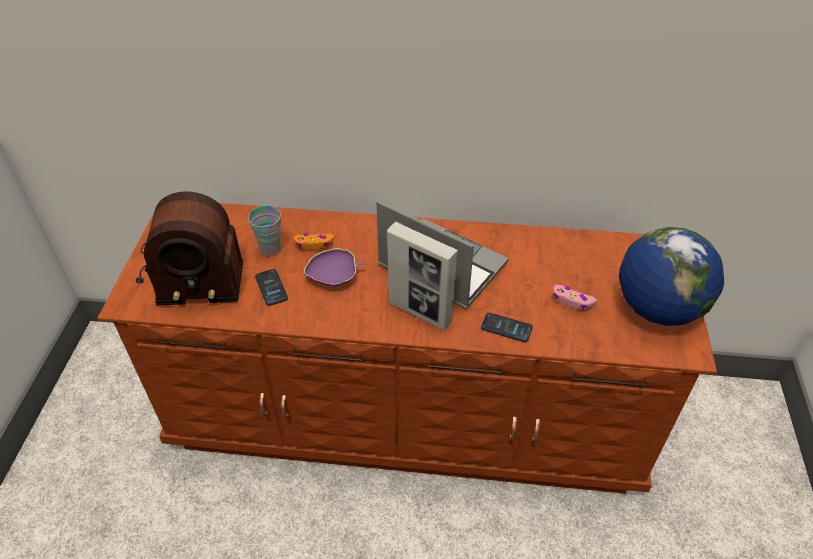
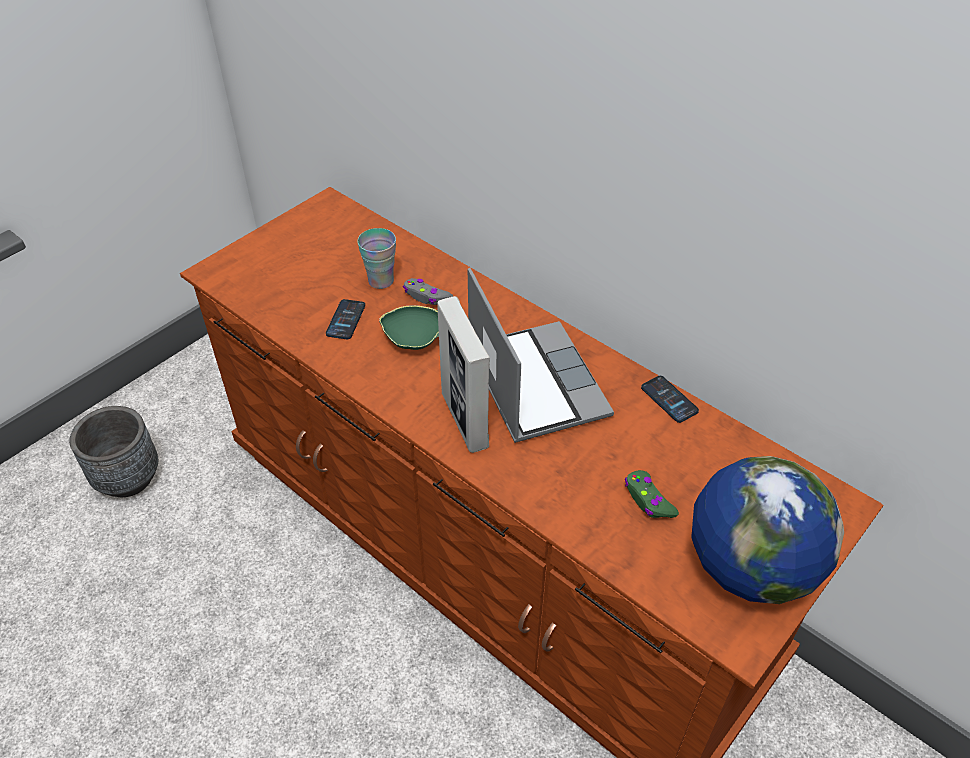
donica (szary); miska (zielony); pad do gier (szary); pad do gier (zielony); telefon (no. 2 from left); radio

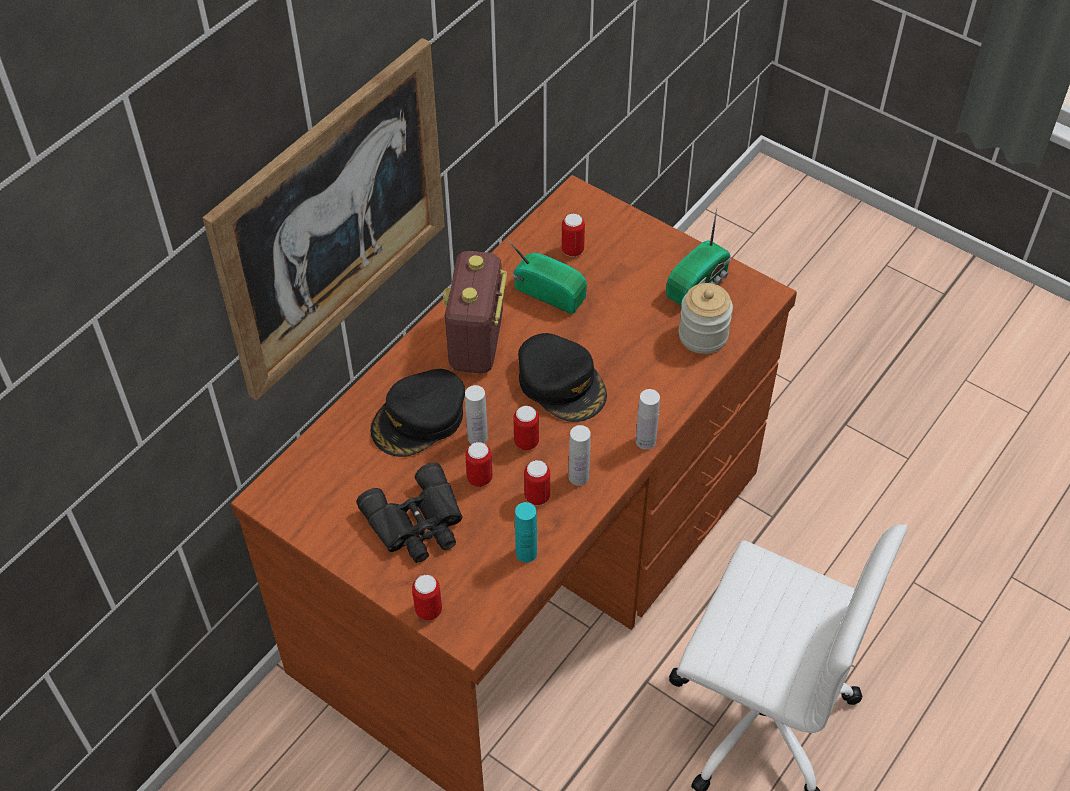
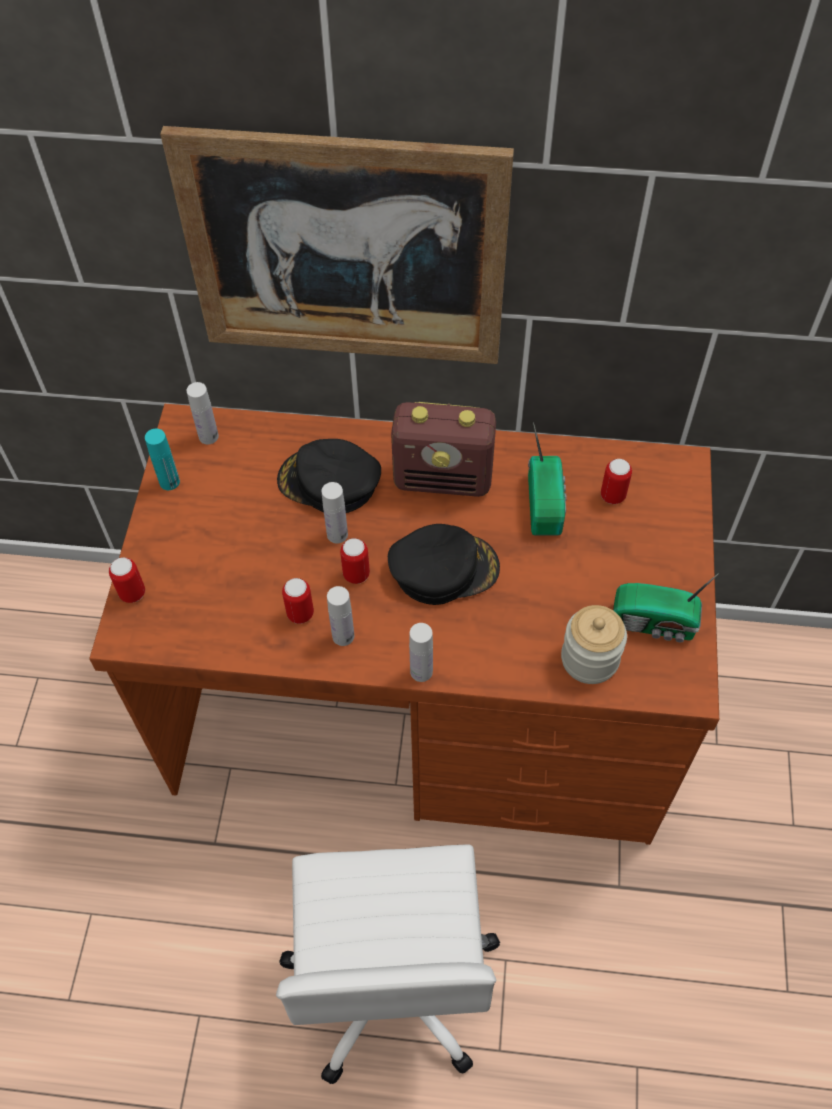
butelka (turkusowy); butelka (biały) (no. 1 from left); czapka z daszkiem (czarny) (no. 2 from left); radio (no. 1 from left); lornetka (czarny); puszka (no. 2 from left in the first image)

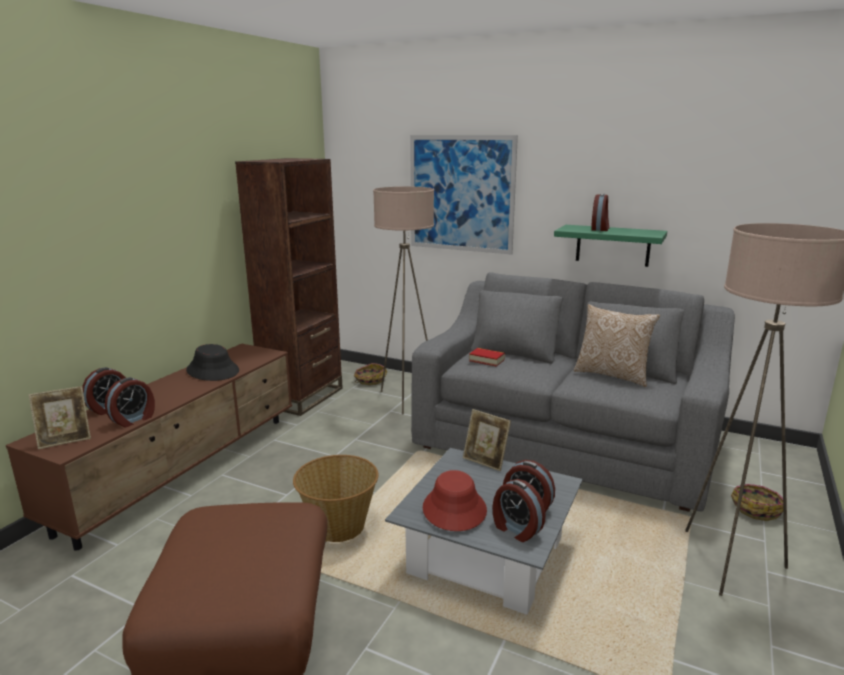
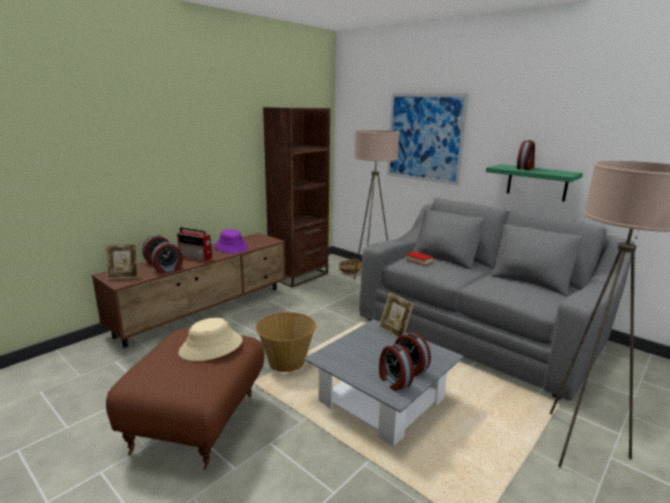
radio; kapelusz (beżowy); kapelusz (fioletowy); kapelusz (czerwony); poduszka; koszyk (no. 3 from left in the first image)

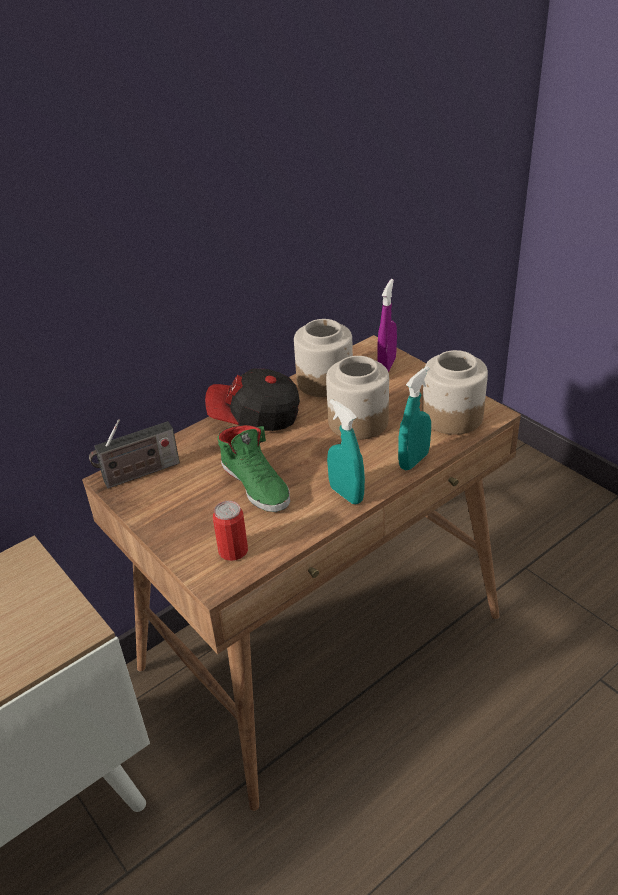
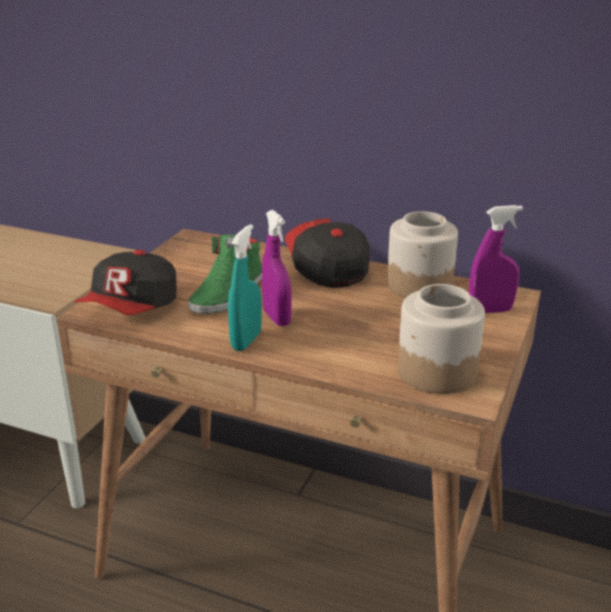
czapka z daszkiem (no. 1 from left); spryskiwacz (fioletowy) (no. 1 from left); radio; słoik (no. 2 from left in the first image); spryskiwacz (turkusowy) (no. 2 from left in the first image)

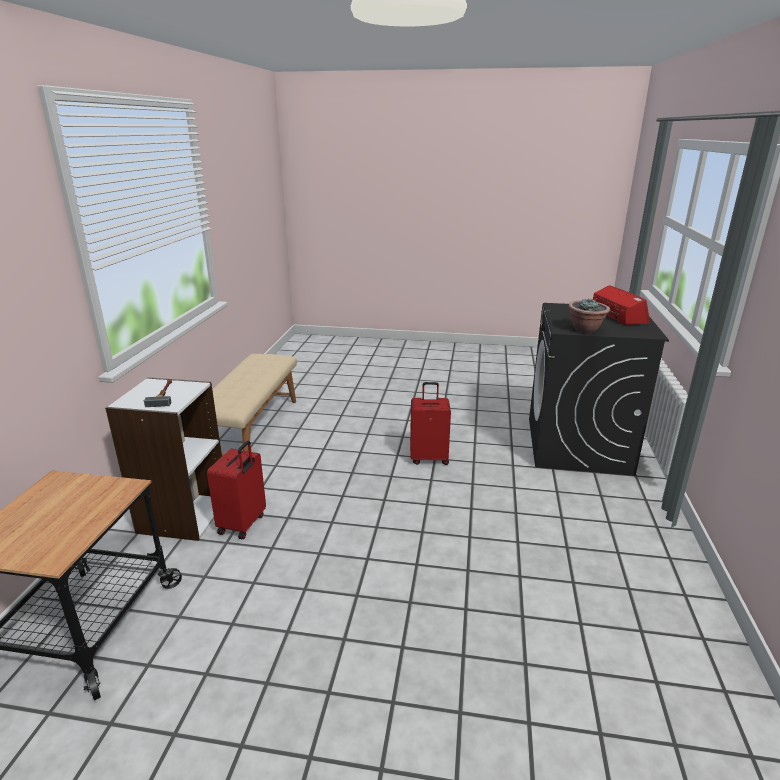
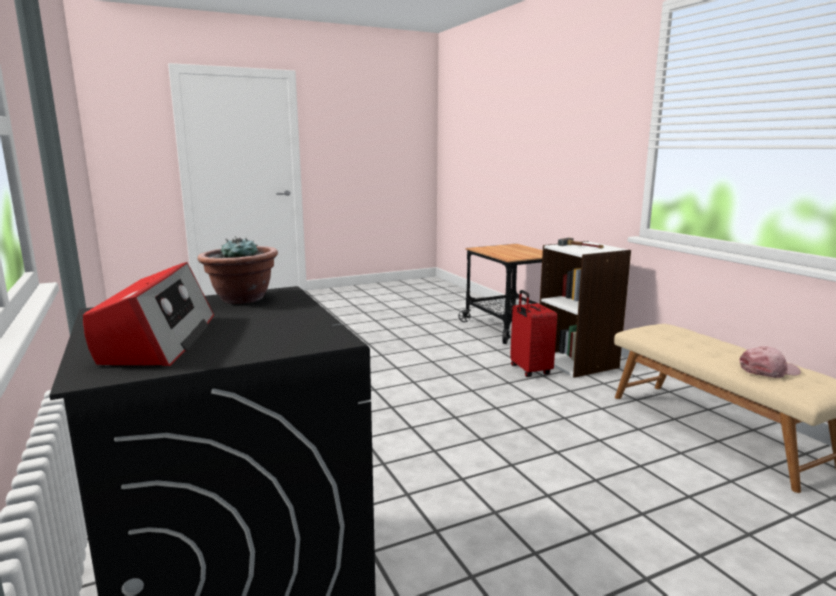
radio; czapka z daszkiem (różowy); walizka (czerwony) (no. 2 from left in the first image)

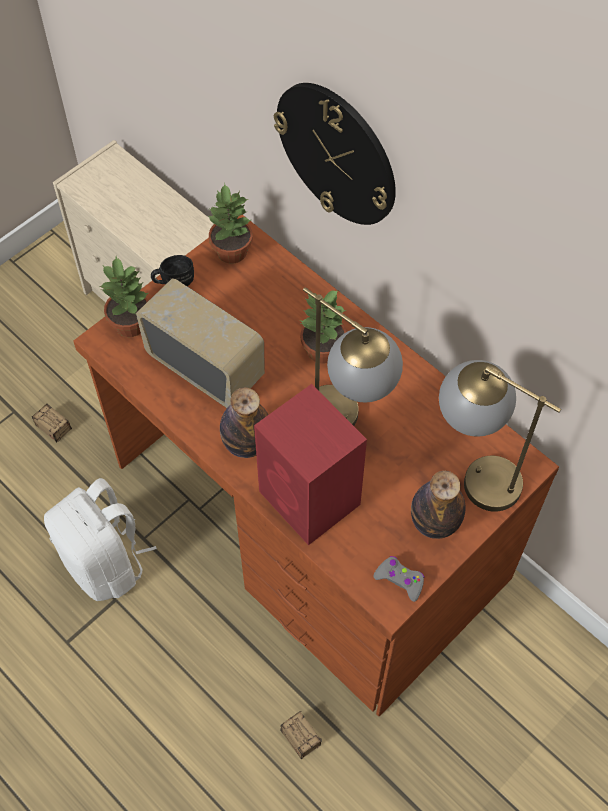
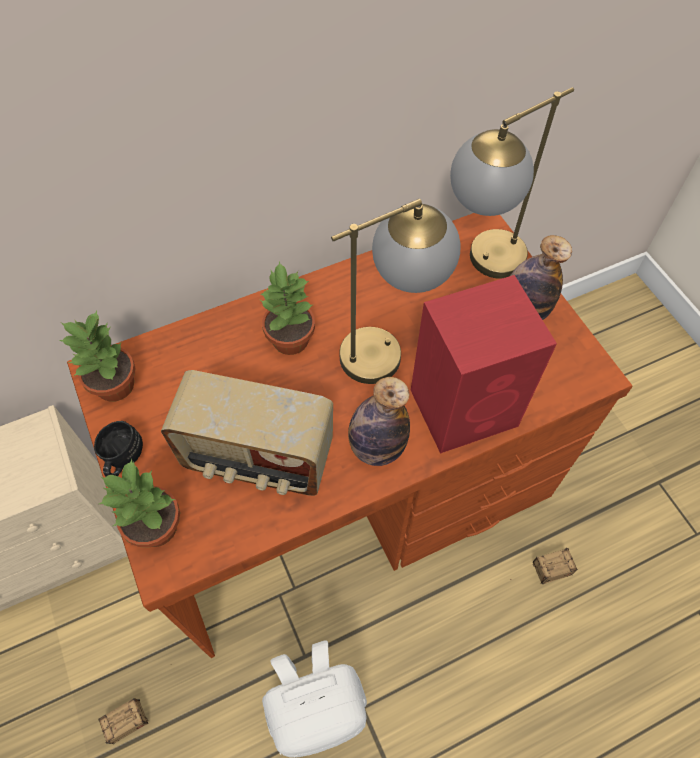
radio; zegar ścienny; pad do gier (szary)

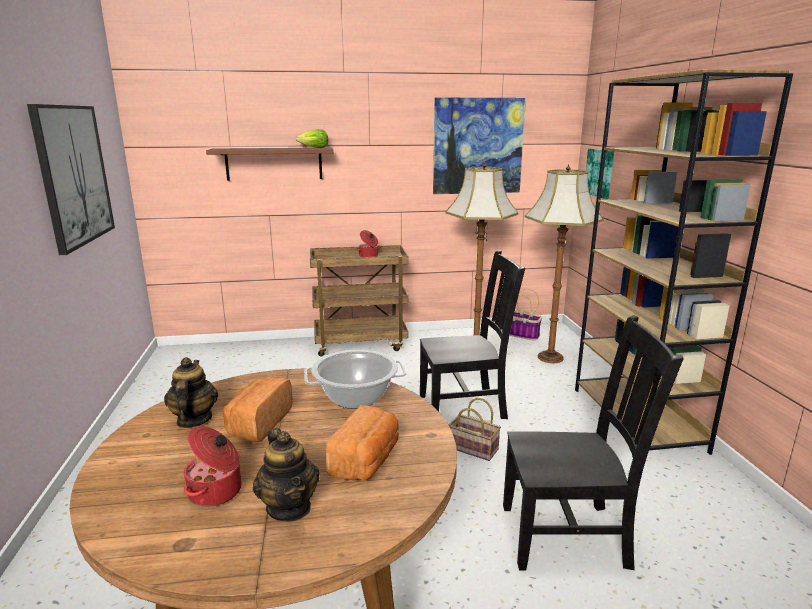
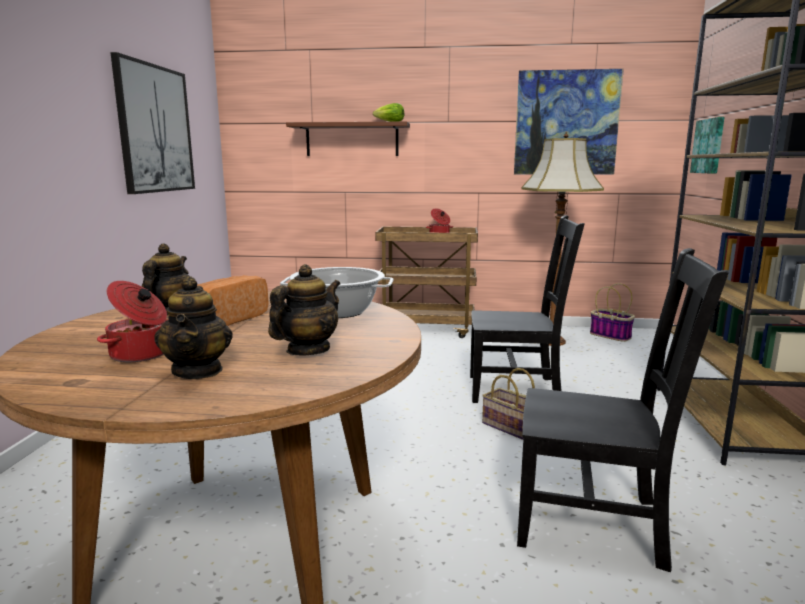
imbryk (no. 3 from left); lampa stojąca (no. 2 from left in the first image)

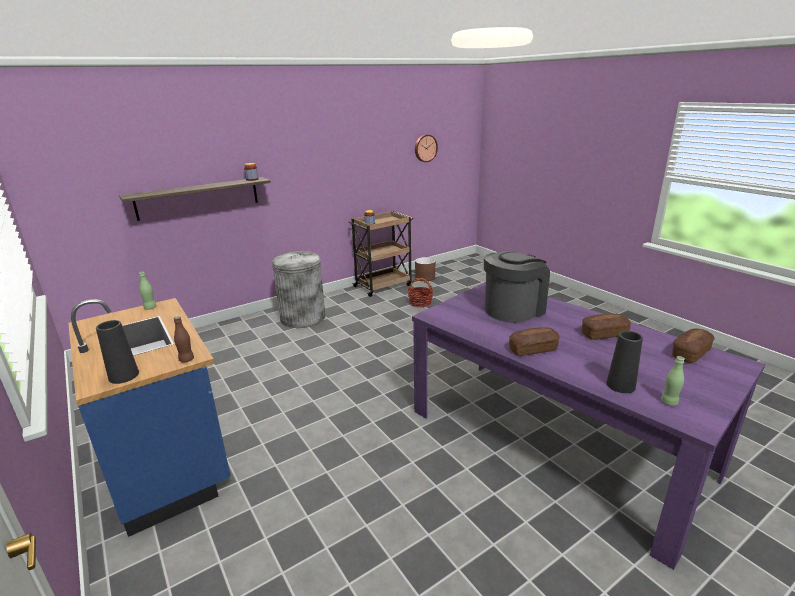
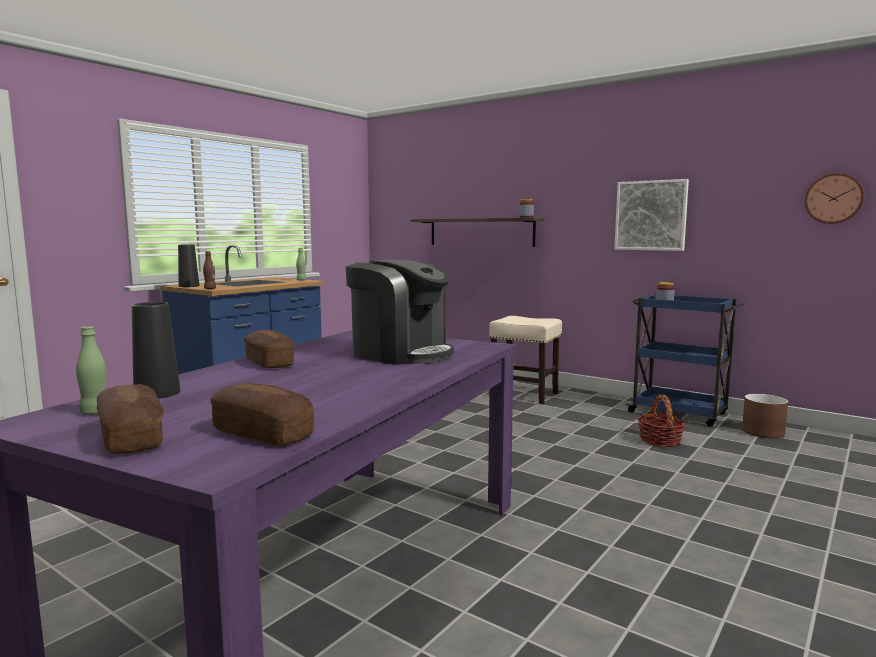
chleb (no. 1 from left); stołek (beżowy); obraz; wózek (niebieski)

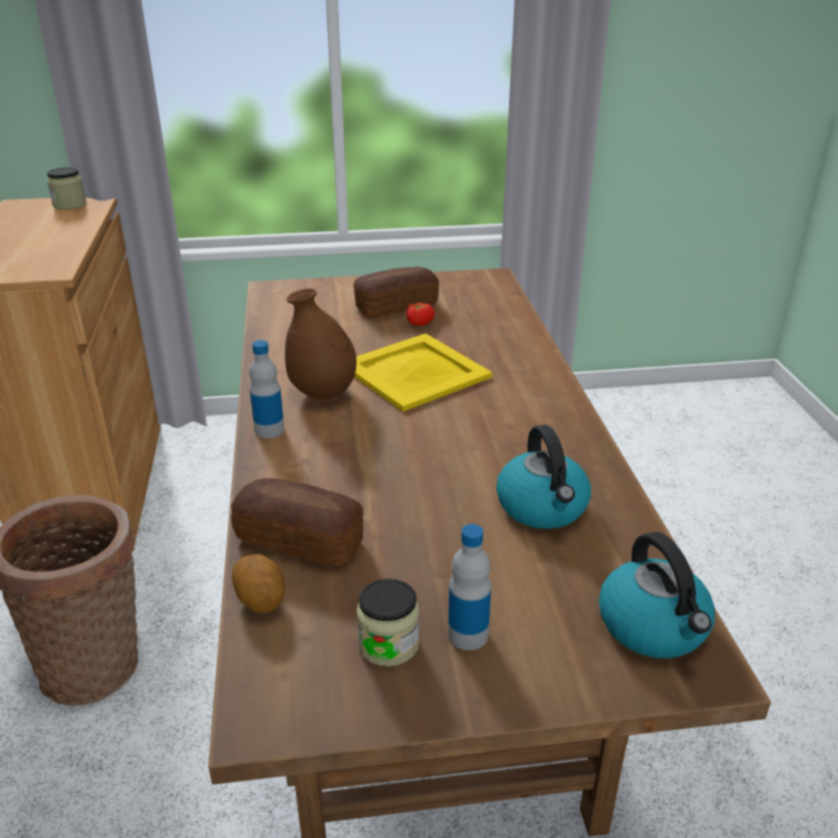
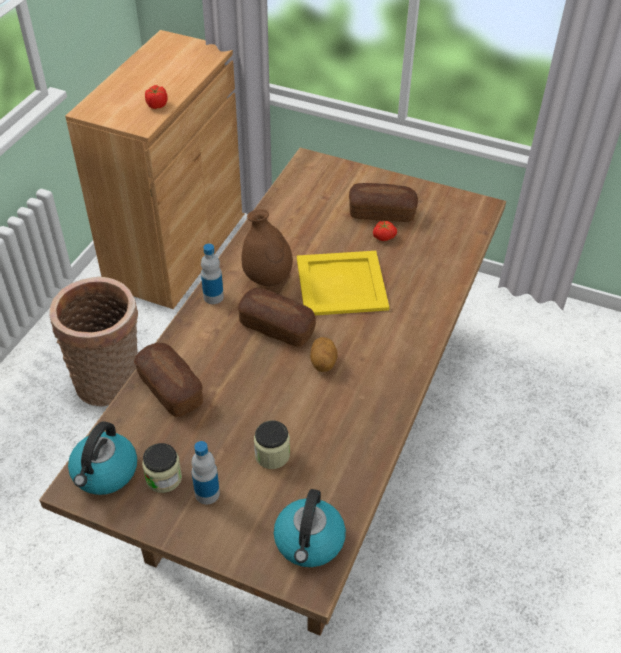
czajnik (no. 1 from left); pomidor (no. 1 from left); chleb (no. 2 from left); słoik (no. 2 from left); ziemniak

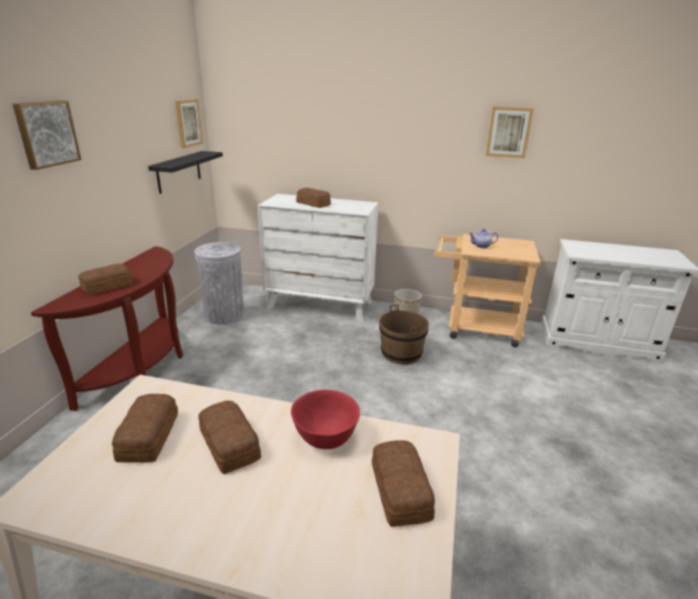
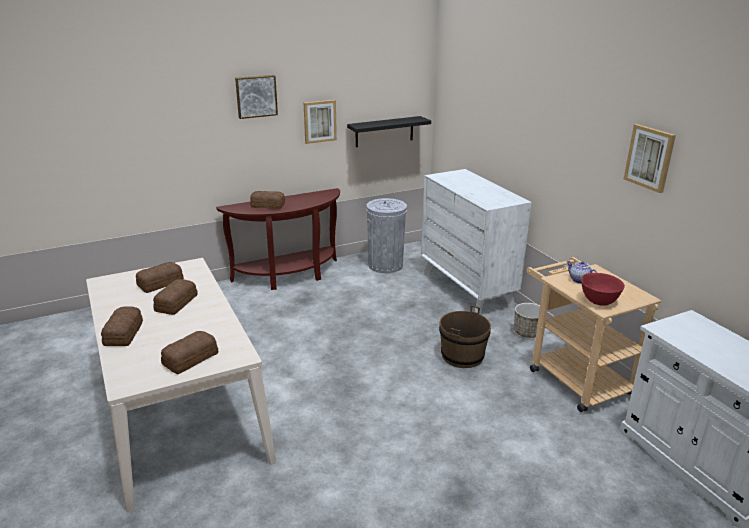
chleb (no. 1 from left); obraz (no. 2 from left); miska (czerwony)

